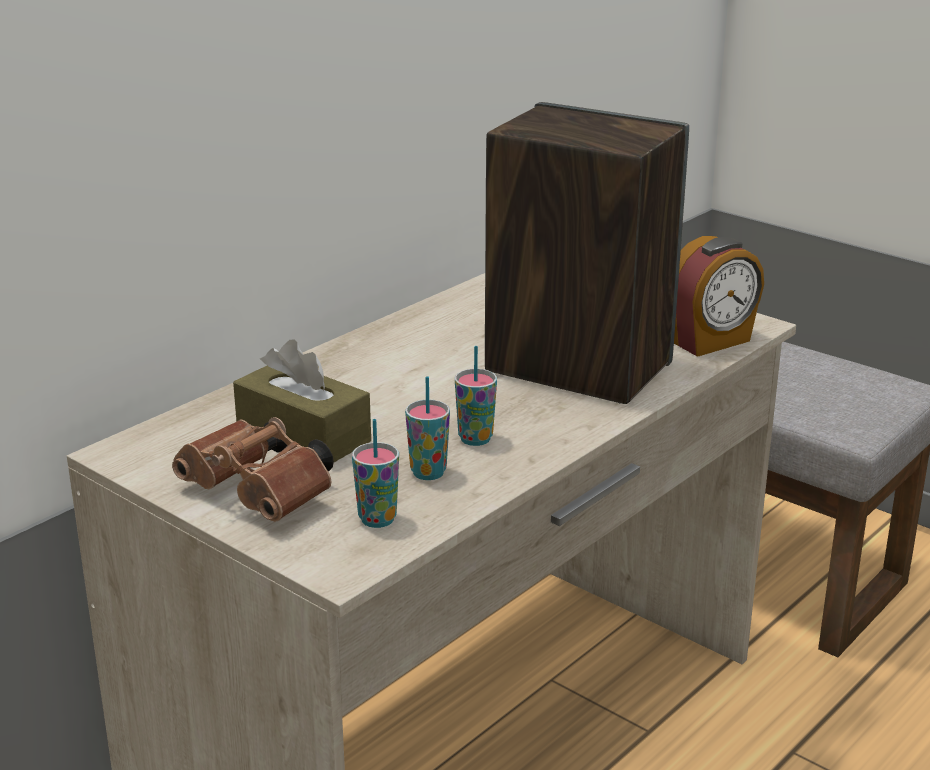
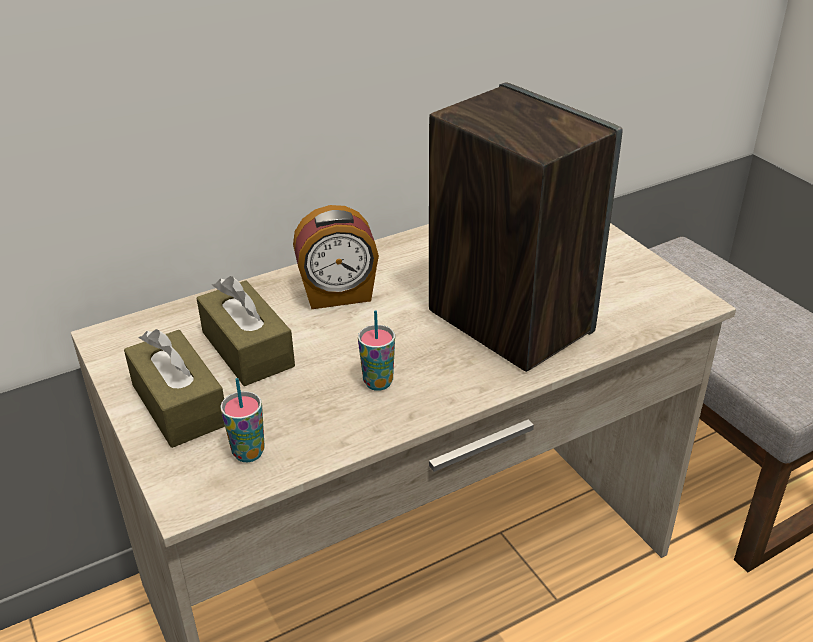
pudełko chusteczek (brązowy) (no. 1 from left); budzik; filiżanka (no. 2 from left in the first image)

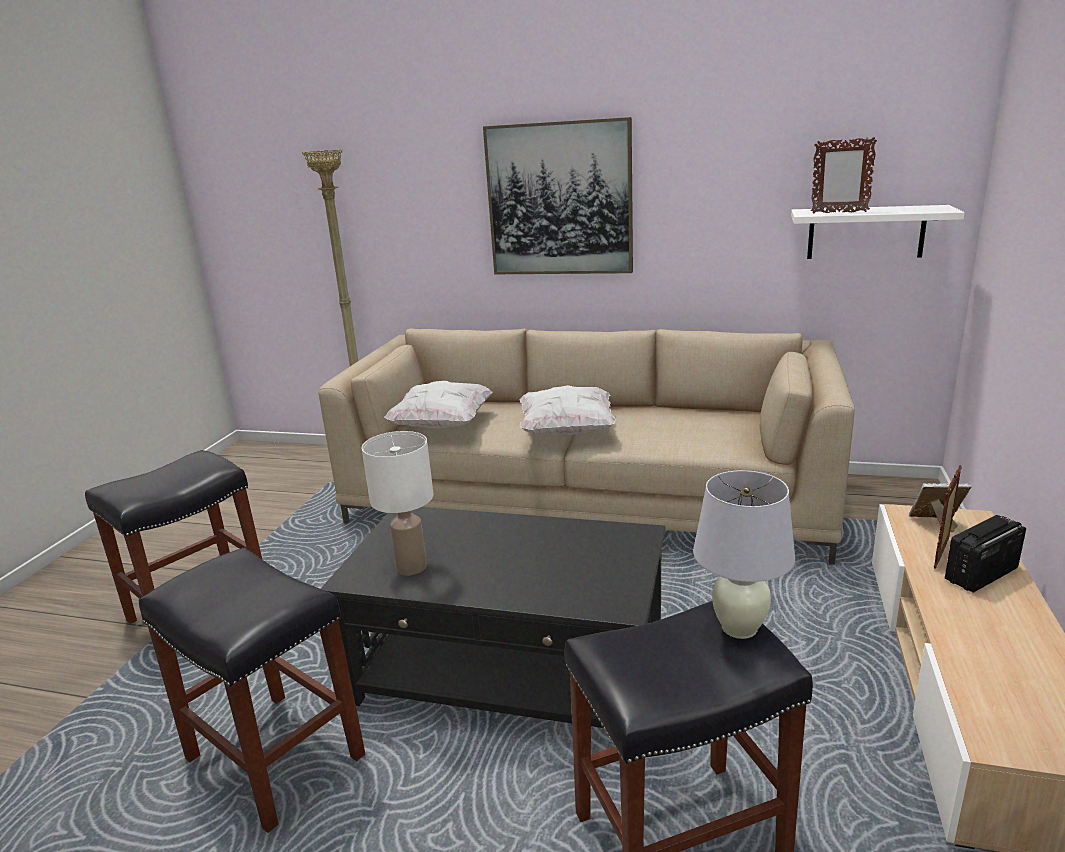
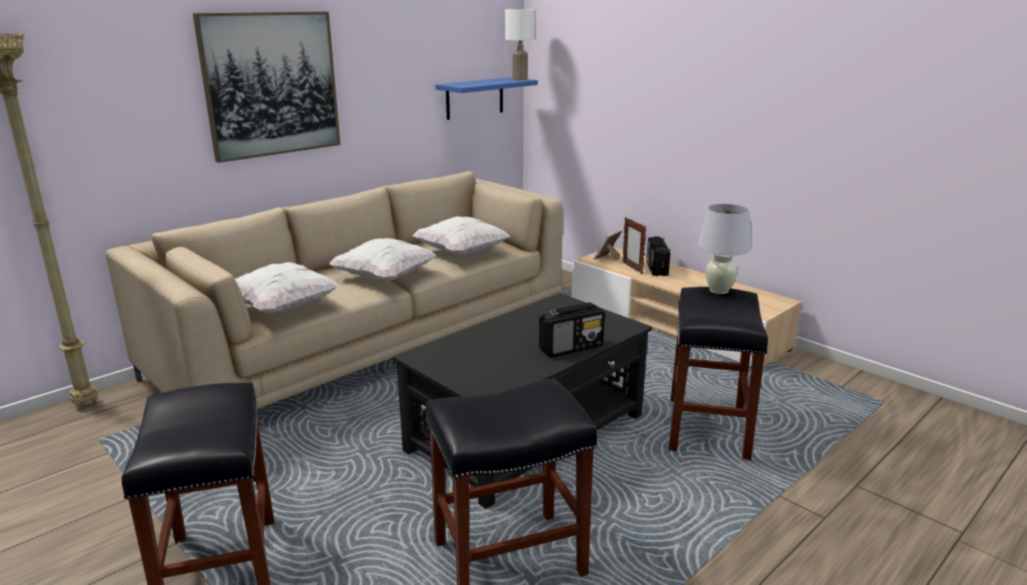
poduszka (biały) (no. 3 from left); półka (niebieski); lampa stołowa (biały) (no. 1 from left); radio (no. 1 from left); ramka na zdjęcie (no. 1 from left in the first image)

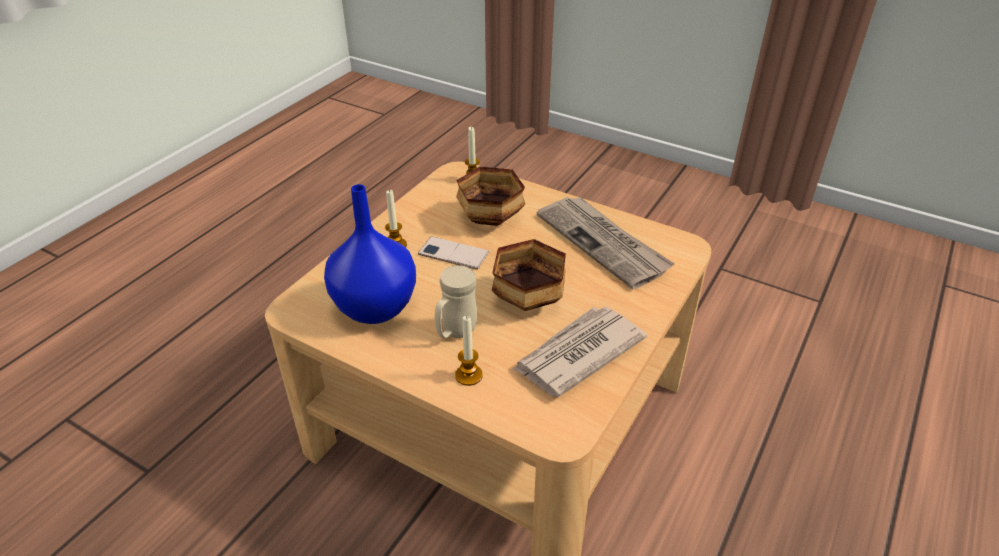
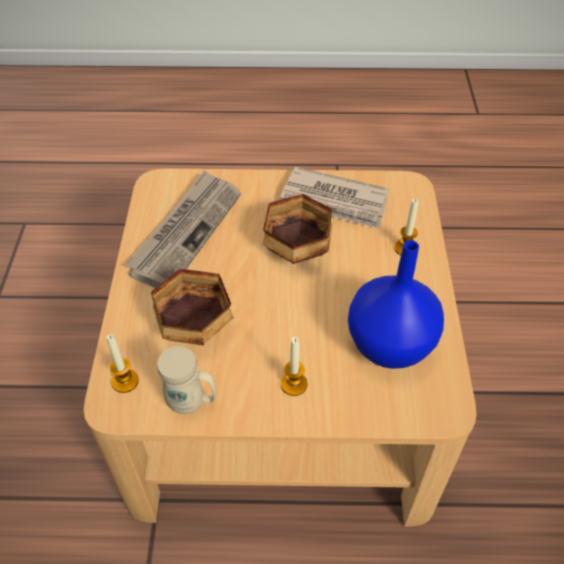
kubek (beżowy); telefon

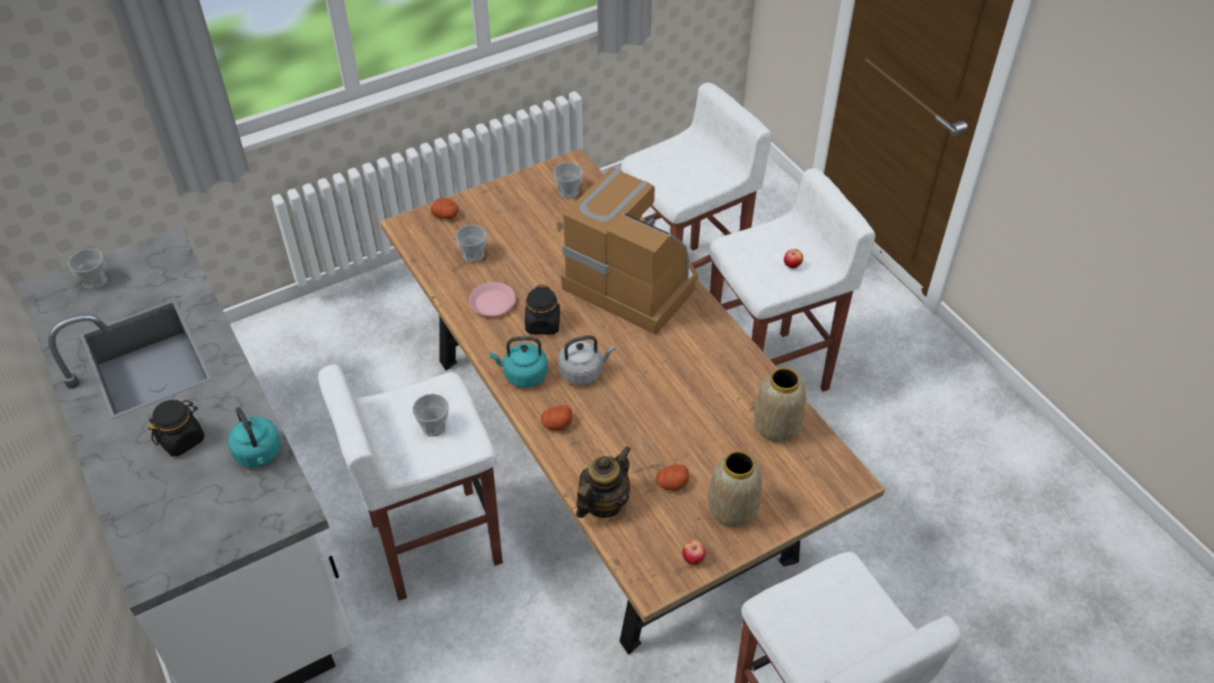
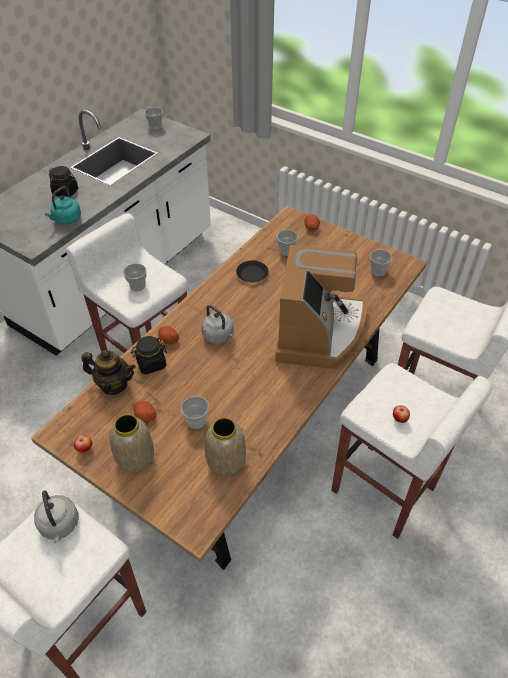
czajnik (szary) (no. 1 from left); słoik (czarny) (no. 2 from left); filiżanka (no. 3 from left); talerz (czarny); czajnik (turkusowy) (no. 2 from left in the first image)

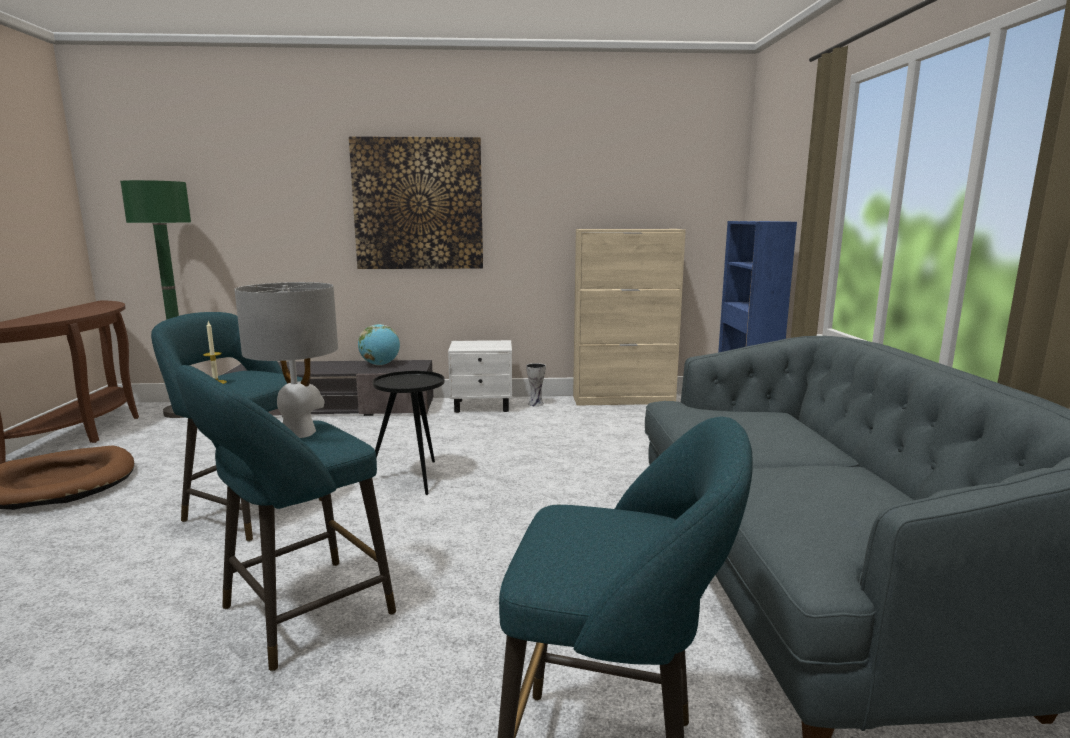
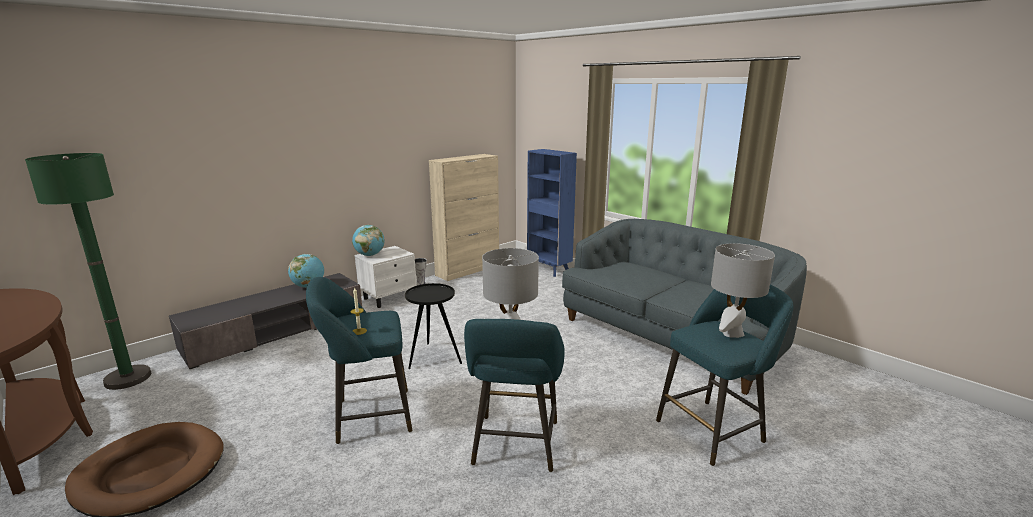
globus (no. 2 from left); lampa stołowa (szary) (no. 2 from left); obraz

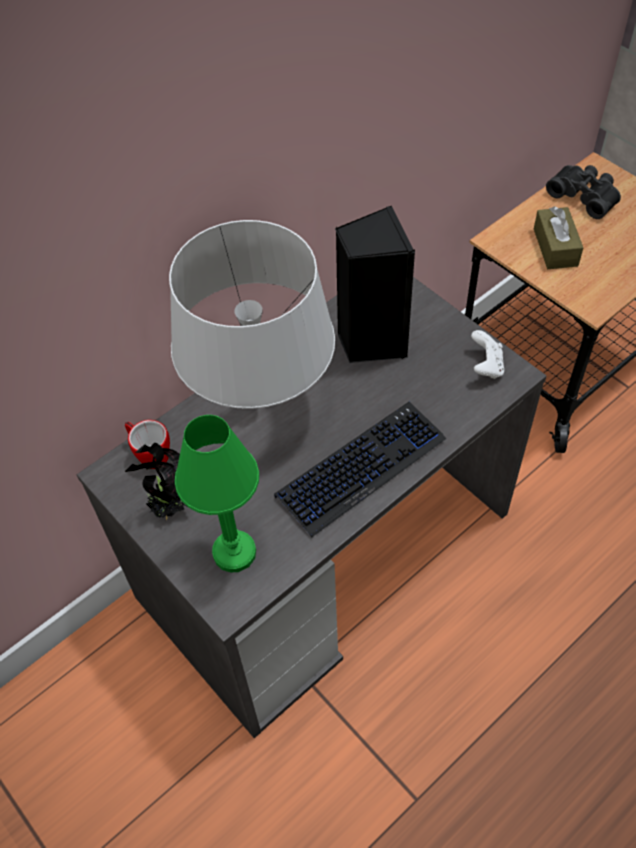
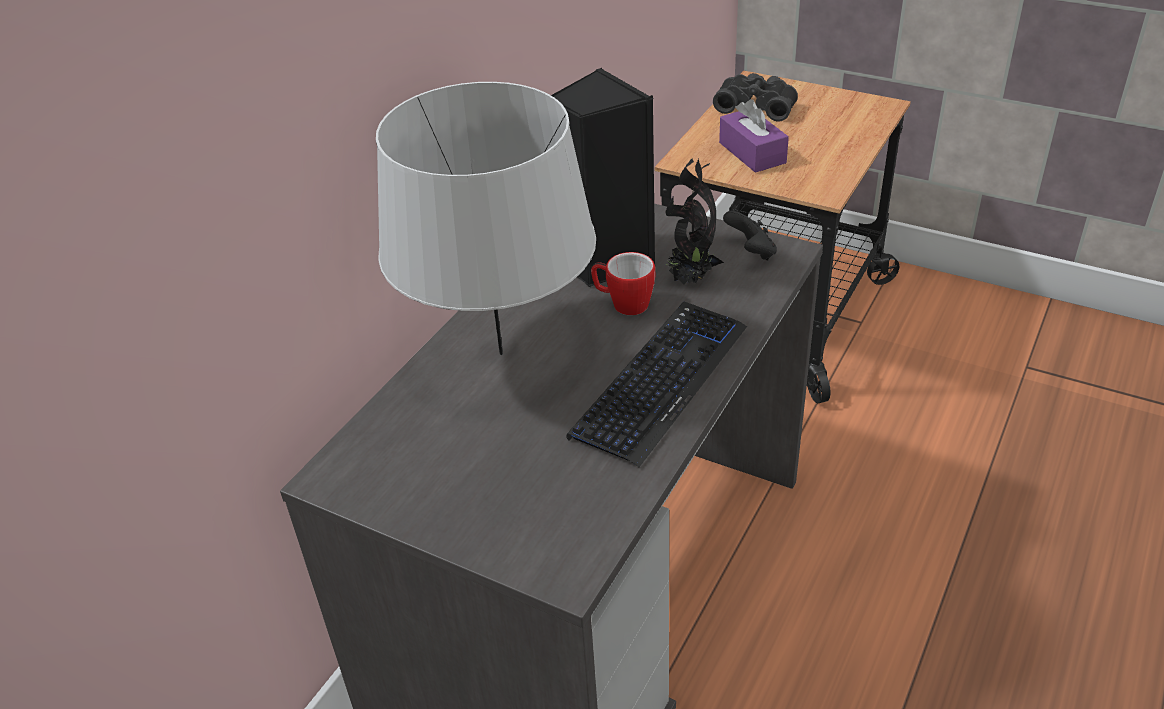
kubek; roślina doniczkowa; pudełko chusteczek (fioletowy); pad do gier (czarny); lampa stołowa (zielony)

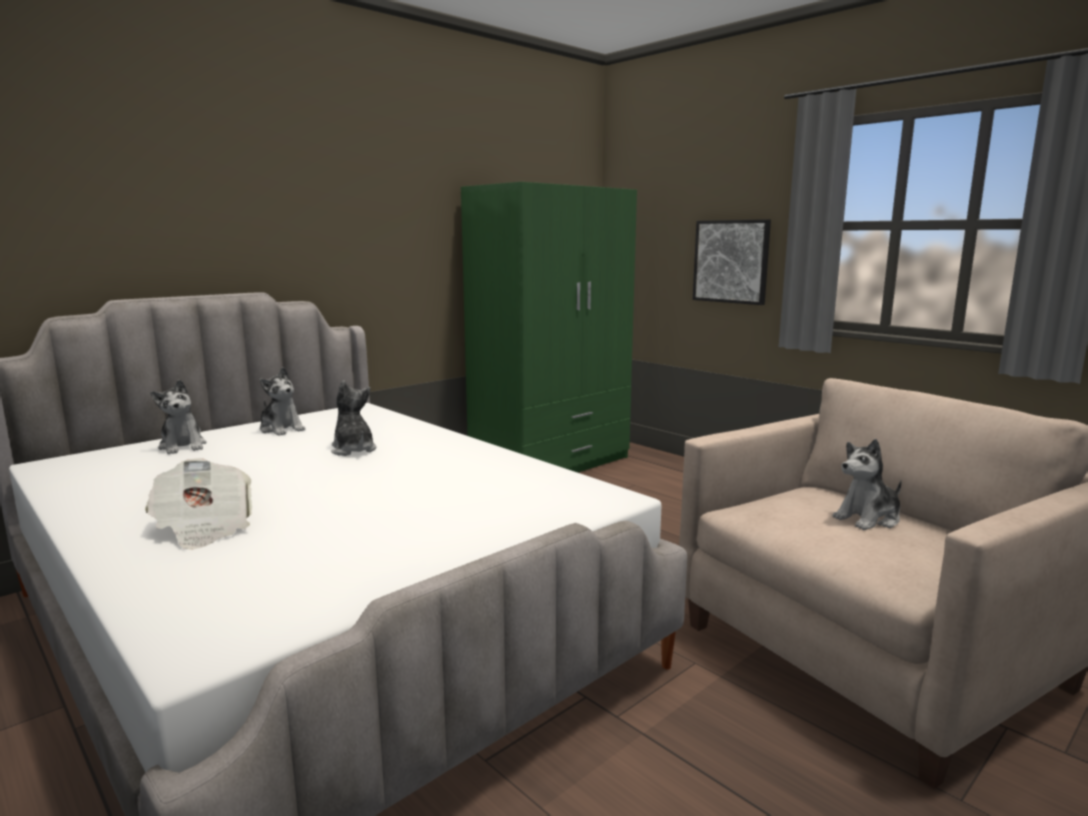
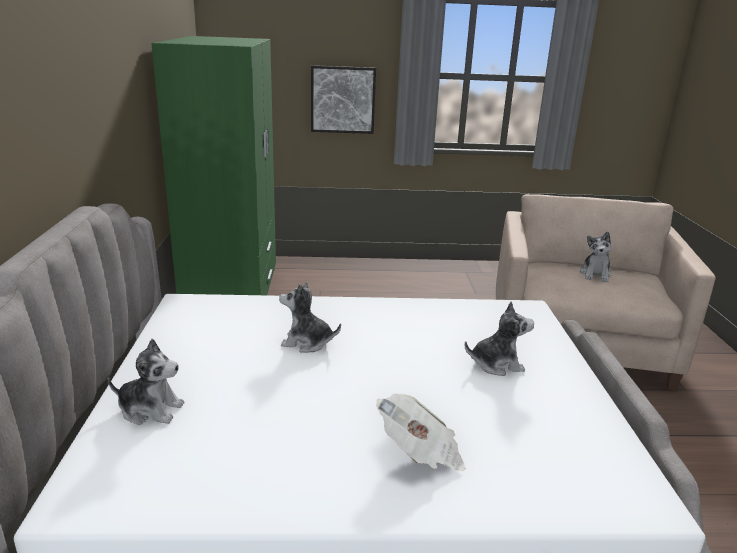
pluszak (no. 3 from left)

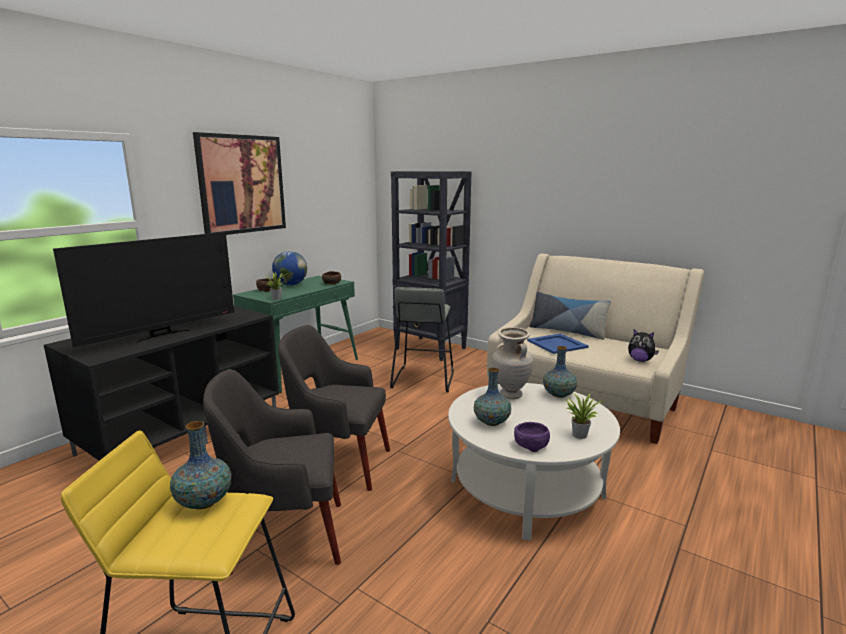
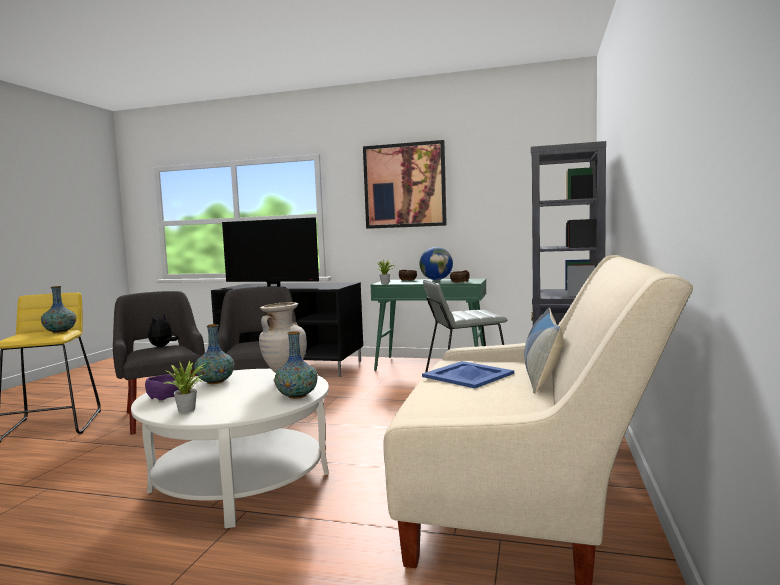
pluszak

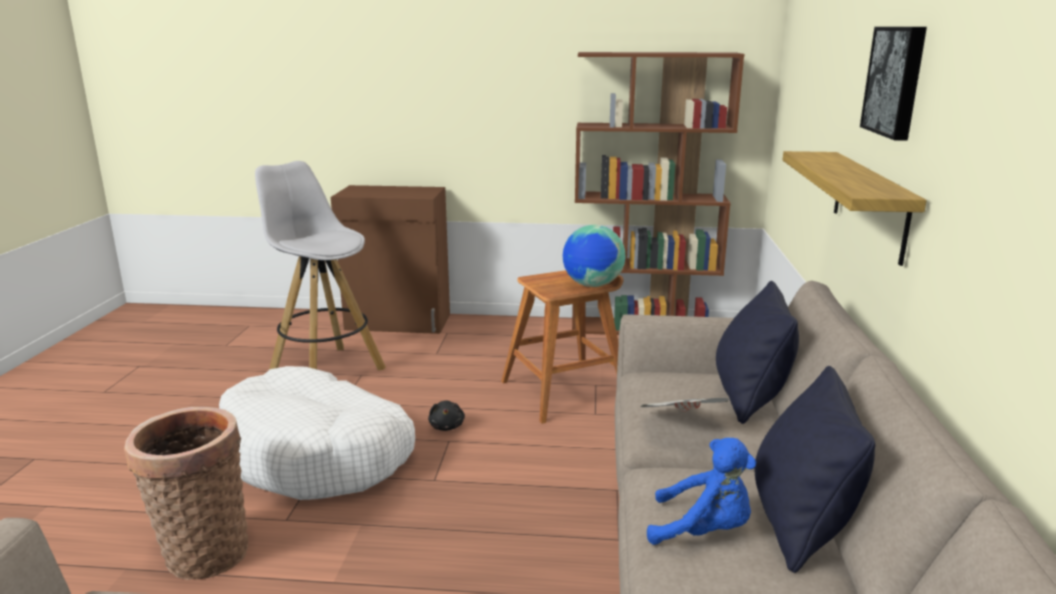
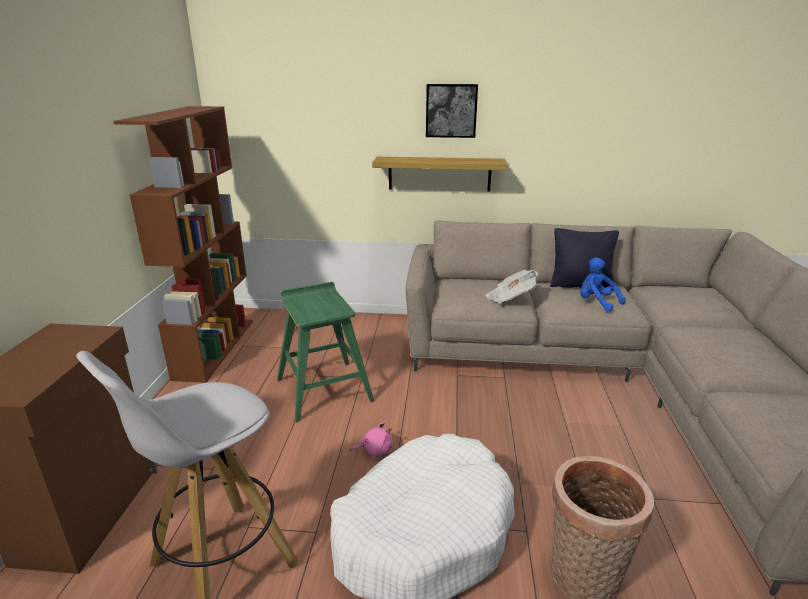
stołek (zielony); pluszak (różowy); pluszak (niebieski); globus; poduszka (czarny) (no. 1 from left in the first image)

